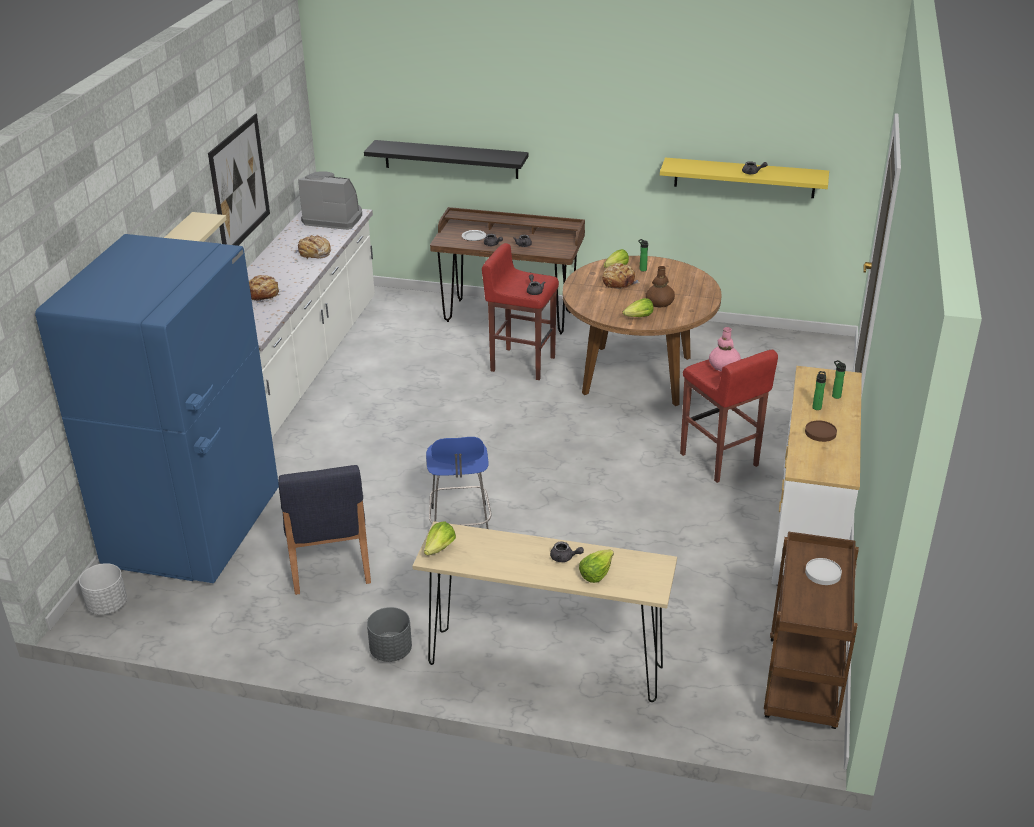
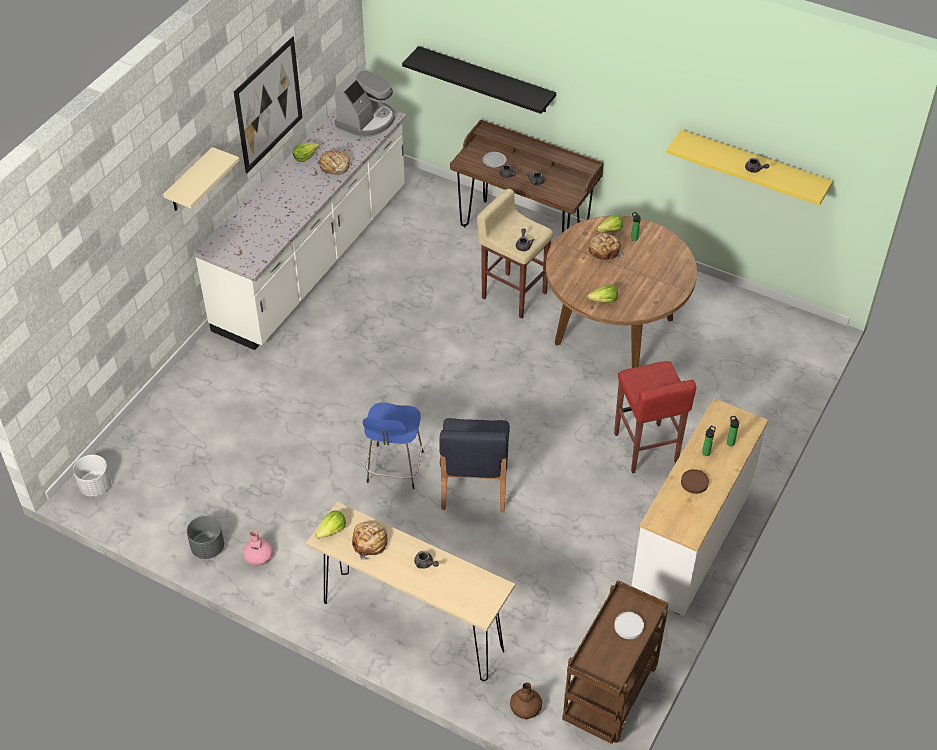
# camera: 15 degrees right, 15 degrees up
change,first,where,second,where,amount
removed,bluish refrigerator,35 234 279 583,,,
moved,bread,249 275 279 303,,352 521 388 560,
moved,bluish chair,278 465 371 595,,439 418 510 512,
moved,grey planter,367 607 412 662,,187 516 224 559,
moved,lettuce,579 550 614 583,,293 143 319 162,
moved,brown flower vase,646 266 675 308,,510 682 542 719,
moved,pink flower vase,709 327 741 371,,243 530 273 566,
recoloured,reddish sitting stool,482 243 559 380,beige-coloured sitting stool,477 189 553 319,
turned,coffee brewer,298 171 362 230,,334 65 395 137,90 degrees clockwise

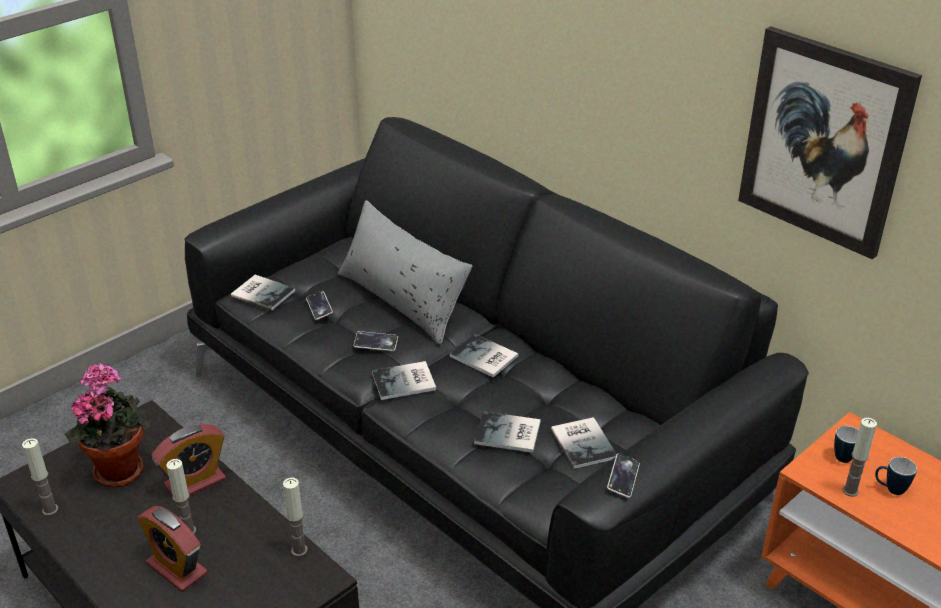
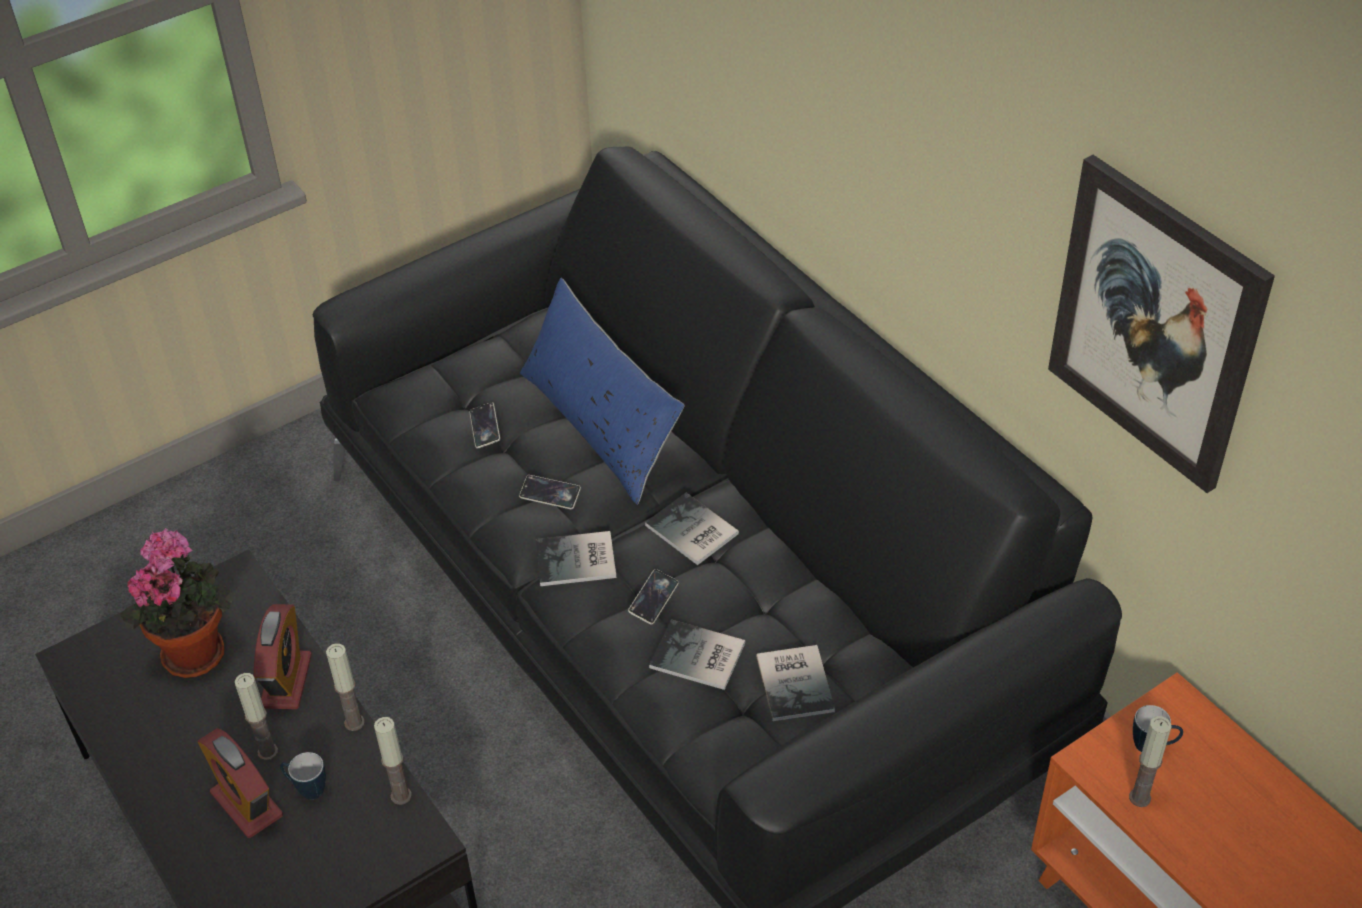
# camera: 10 degrees right, 10 degrees up
change,first,where,second,where,amount
removed,book,231 275 295 311,,,
moved,candle,22 438 58 516,,326 643 365 731,
moved,handset,607 453 640 498,,628 569 679 625,
moved,tea mug,875 457 917 495,,280 752 326 800,
recoloured,grey cushion,338 200 472 345,bluish cushion,520 278 685 505,
turned,bedside clock,152 424 226 496,,254 604 312 709,60 degrees counterclockwise

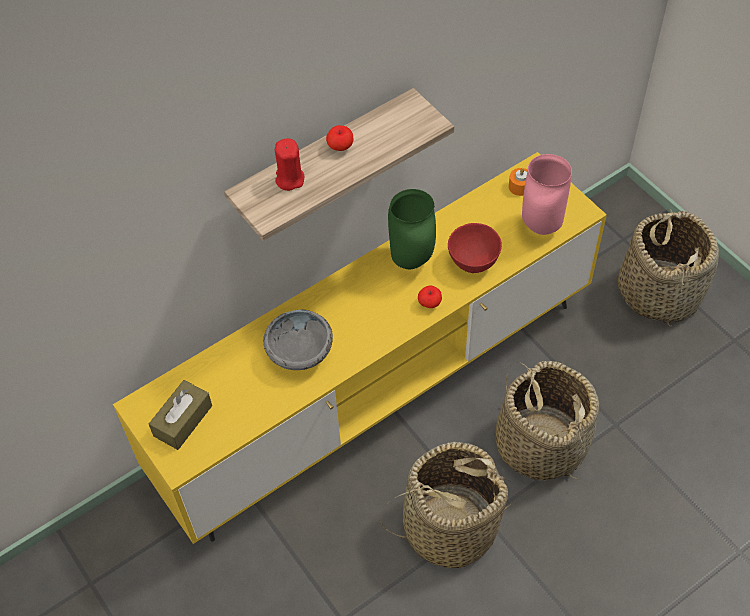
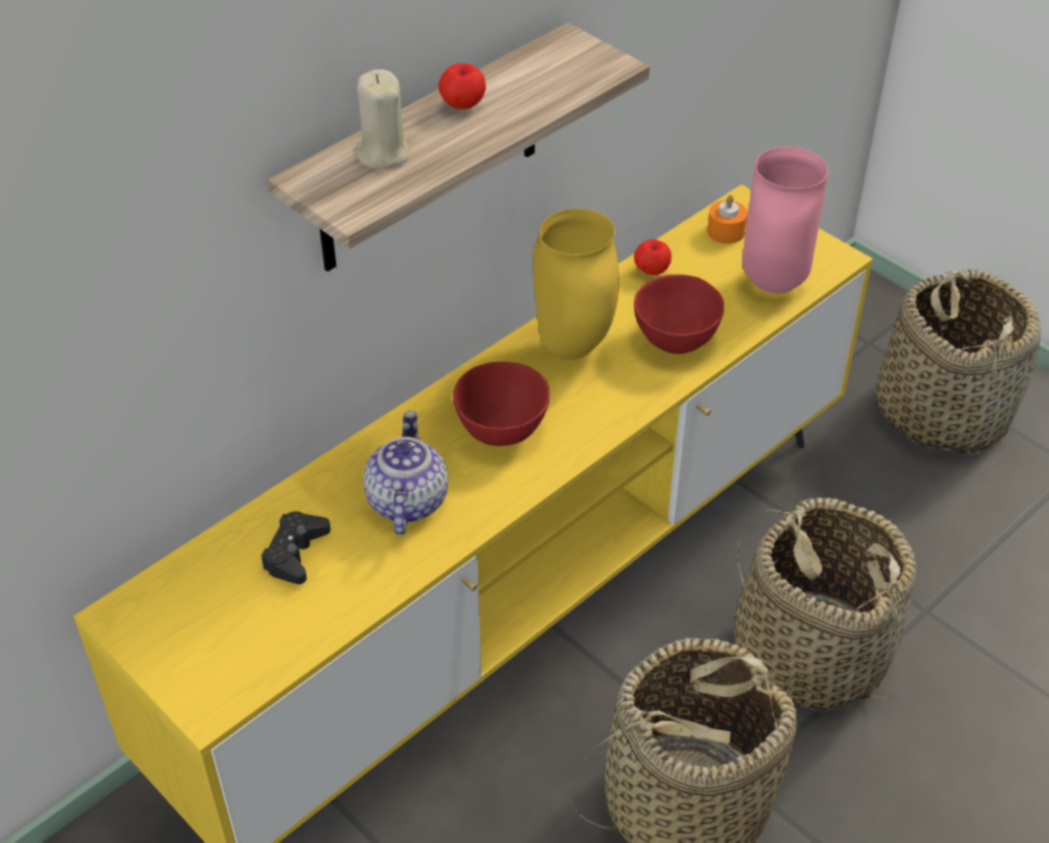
# camera: 10 degrees left, 10 degrees down
change,first,where,second,where,amount
removed,brown tissue holder,149 380 212 450,,,
added,,,black-coloured game controller,261 511 331 584,
added,,,reddish serving bowl,453 362 550 446,
moved,apple fruit,418 286 442 308,,634 239 672 275,
replaced,grey serving bowl,263 310 333 370,teapot,363 410 448 535,
recoloured,reddish candle,275 138 304 191,beige-coloured candle,357 69 409 169,
recoloured,green flower vase,388 189 436 269,yellowish flower vase,533 209 619 360,

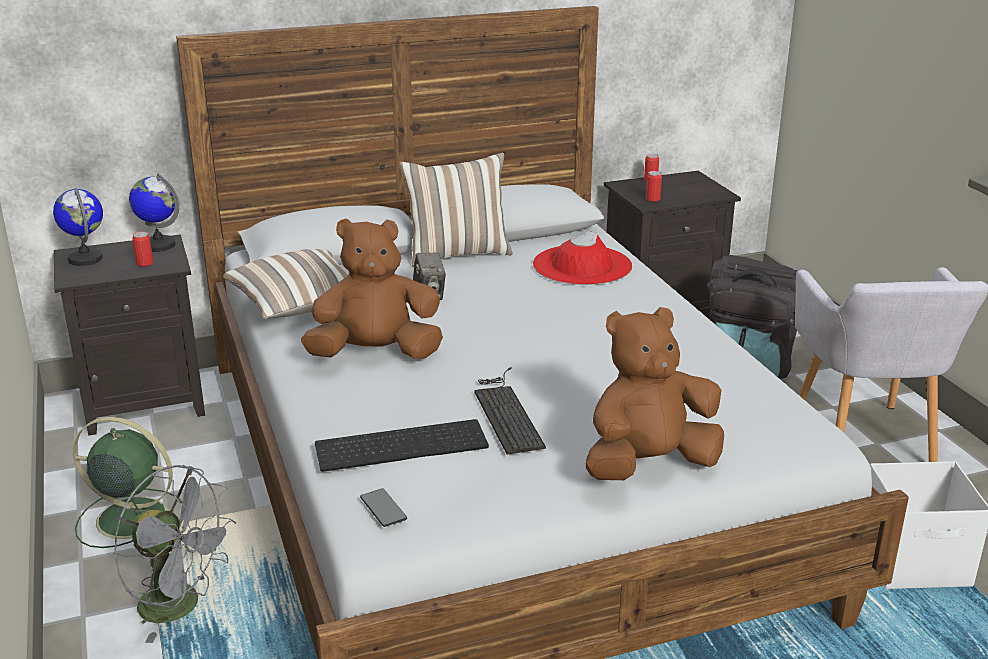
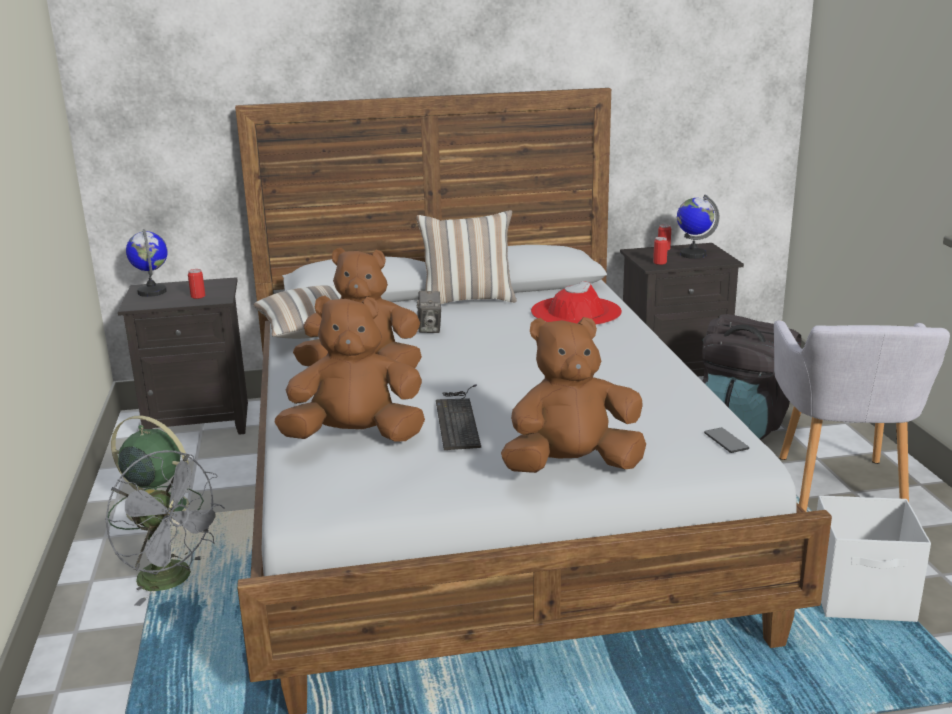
# camera: 10 degrees right, 5 degrees down
change,first,where,second,where,amount
moved,desk globe,129 174 179 252,,677 194 719 259,
moved,handset,360 488 407 527,,704 428 749 453,
replaced,PC keyboard,315 419 489 472,brown cuddly toy,275 295 425 442,

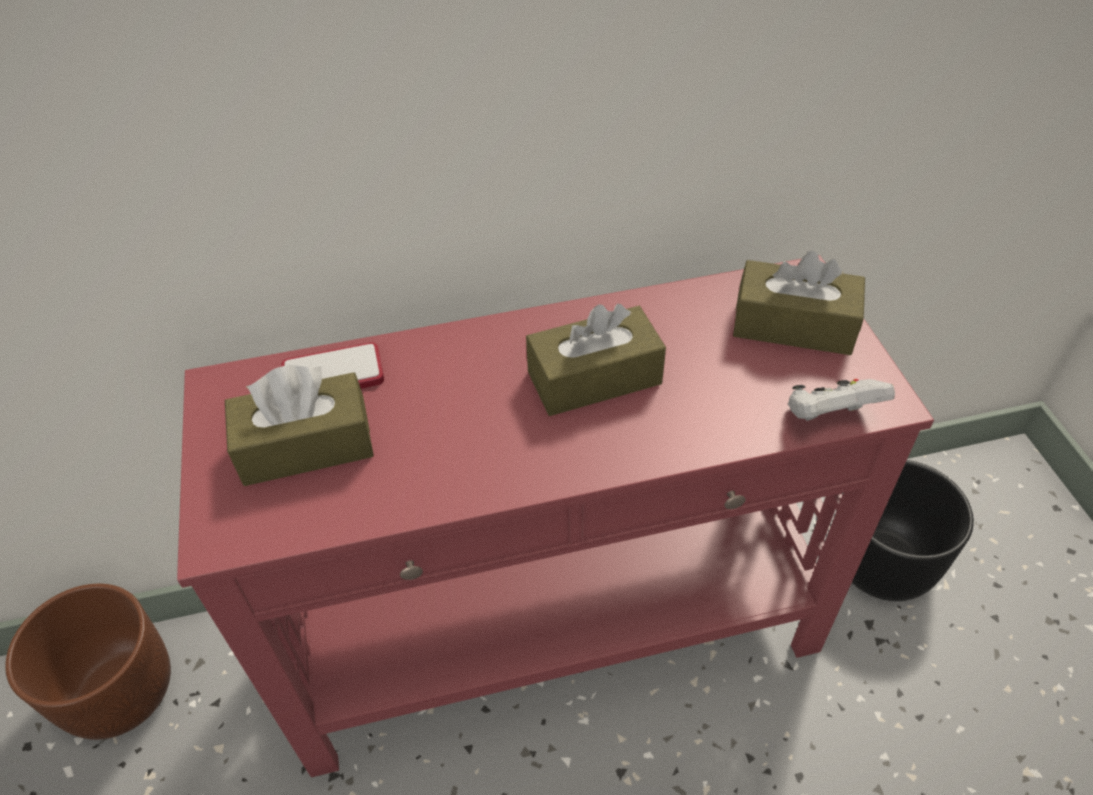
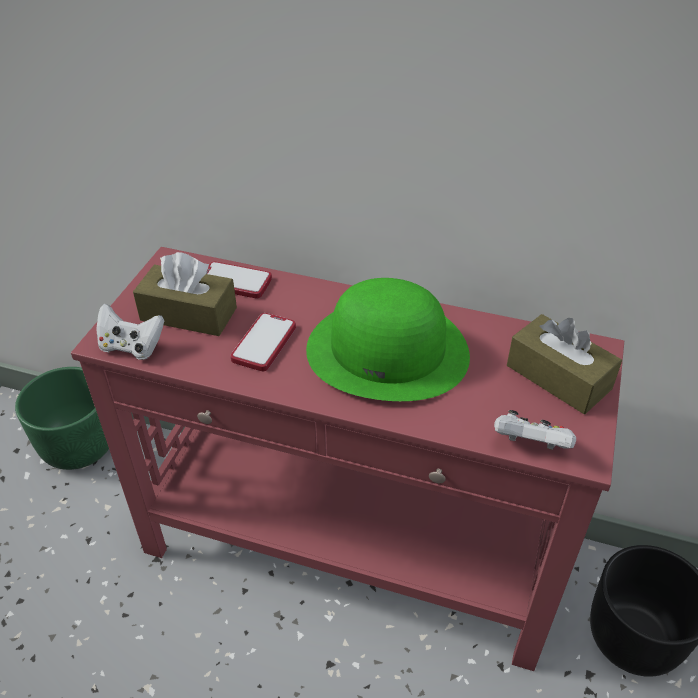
# camera: 30 degrees right, 5 degrees down
change,first,where,second,where,amount
added,,,whitish game controller,96 304 164 360,
added,,,handset,230 313 296 371,
replaced,brown tissue holder,526 304 666 416,green wearable hat,306 278 470 401,
recoloured,brown planter,5 584 171 740,green planter,15 367 109 470,

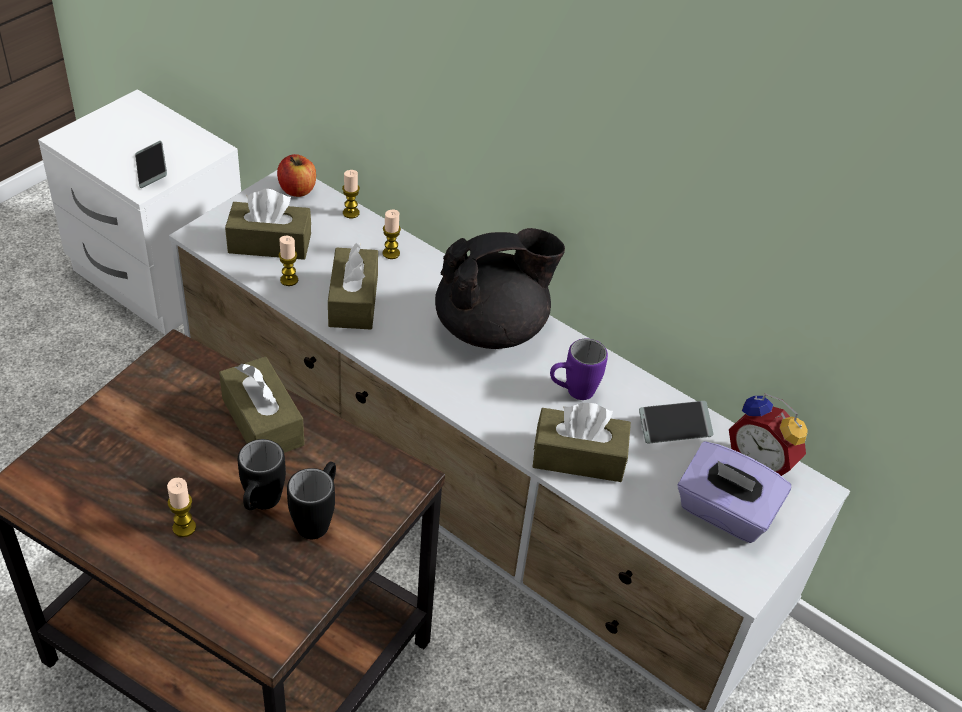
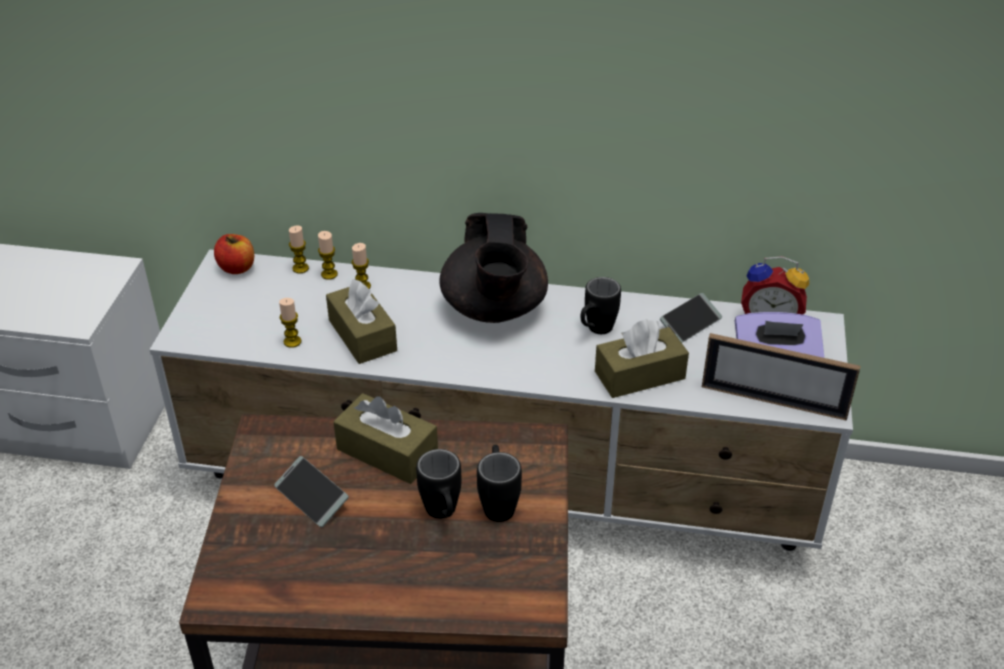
# camera: 25 degrees left, 5 degrees down
change,first,where,second,where,amount
removed,brown tissue holder,225 189 311 260,,,
added,,,standing frame,702 333 860 421,
moved,handset,135 141 167 188,,274 456 349 527,
moved,candle,167 478 196 537,,318 231 338 280,
recoloured,purplish tea mug,550 339 608 400,black-coloured tea mug,581 277 621 334,
turned,black-coloured teapot,435 228 565 349,,439 213 548 323,135 degrees clockwise

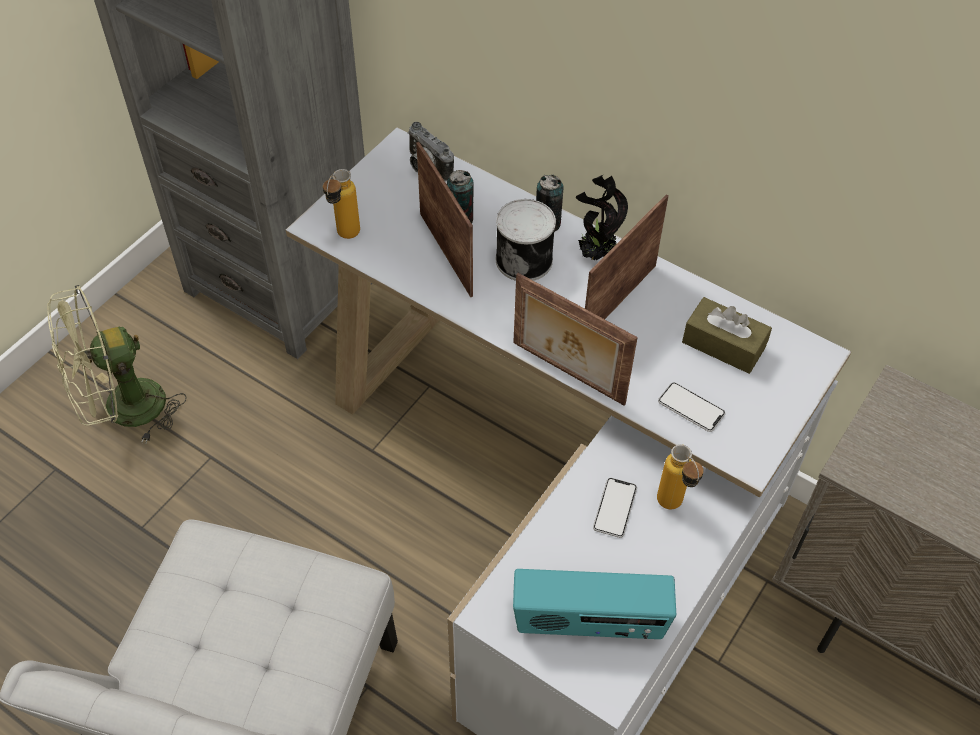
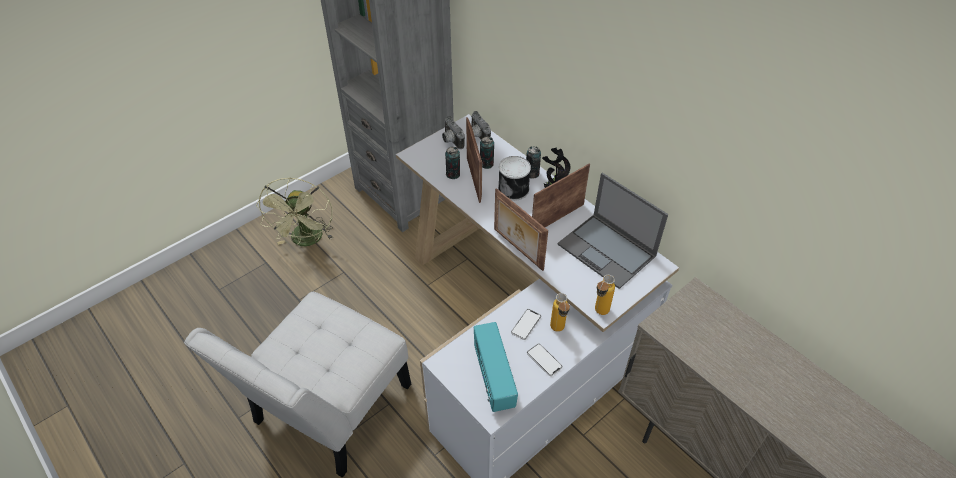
# camera: 15 degrees right, 5 degrees down
change,first,where,second,where,amount
added,,,photo camera,442 116 465 149,
added,,,can,445 147 460 179,
moved,bottle,323 169 360 239,,595 275 615 315,
moved,handset,658 382 725 432,,527 344 563 376,
replaced,brown tissue holder,682 297 772 374,portable computer,558 173 668 289,
turned,green electric fan,47 285 187 444,,256 177 333 246,75 degrees counterclockwise
turned,radio receiver,513 569 676 639,,474 322 518 412,60 degrees clockwise

